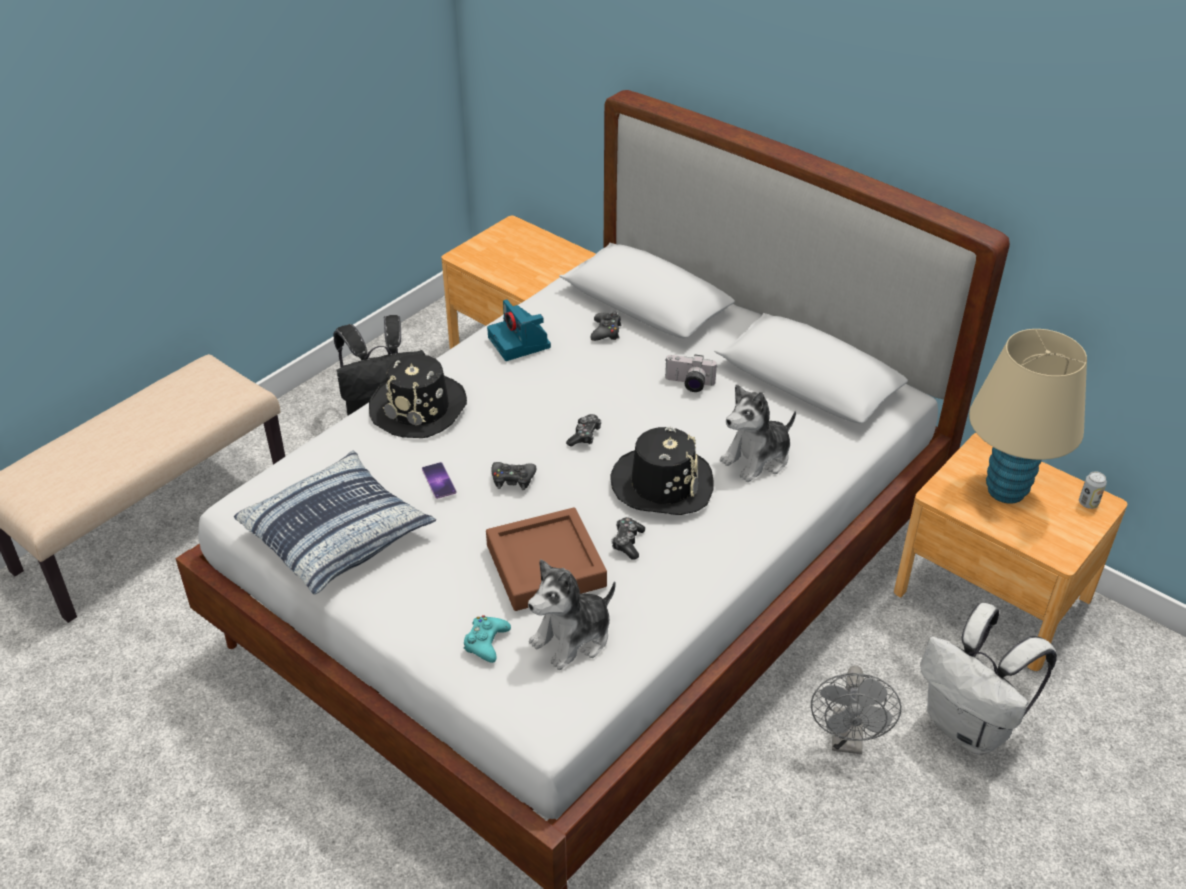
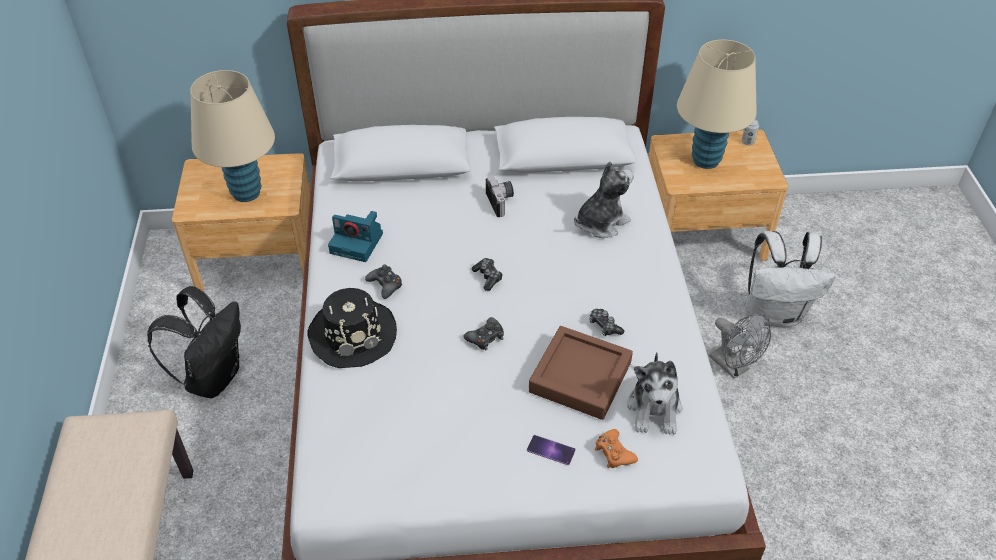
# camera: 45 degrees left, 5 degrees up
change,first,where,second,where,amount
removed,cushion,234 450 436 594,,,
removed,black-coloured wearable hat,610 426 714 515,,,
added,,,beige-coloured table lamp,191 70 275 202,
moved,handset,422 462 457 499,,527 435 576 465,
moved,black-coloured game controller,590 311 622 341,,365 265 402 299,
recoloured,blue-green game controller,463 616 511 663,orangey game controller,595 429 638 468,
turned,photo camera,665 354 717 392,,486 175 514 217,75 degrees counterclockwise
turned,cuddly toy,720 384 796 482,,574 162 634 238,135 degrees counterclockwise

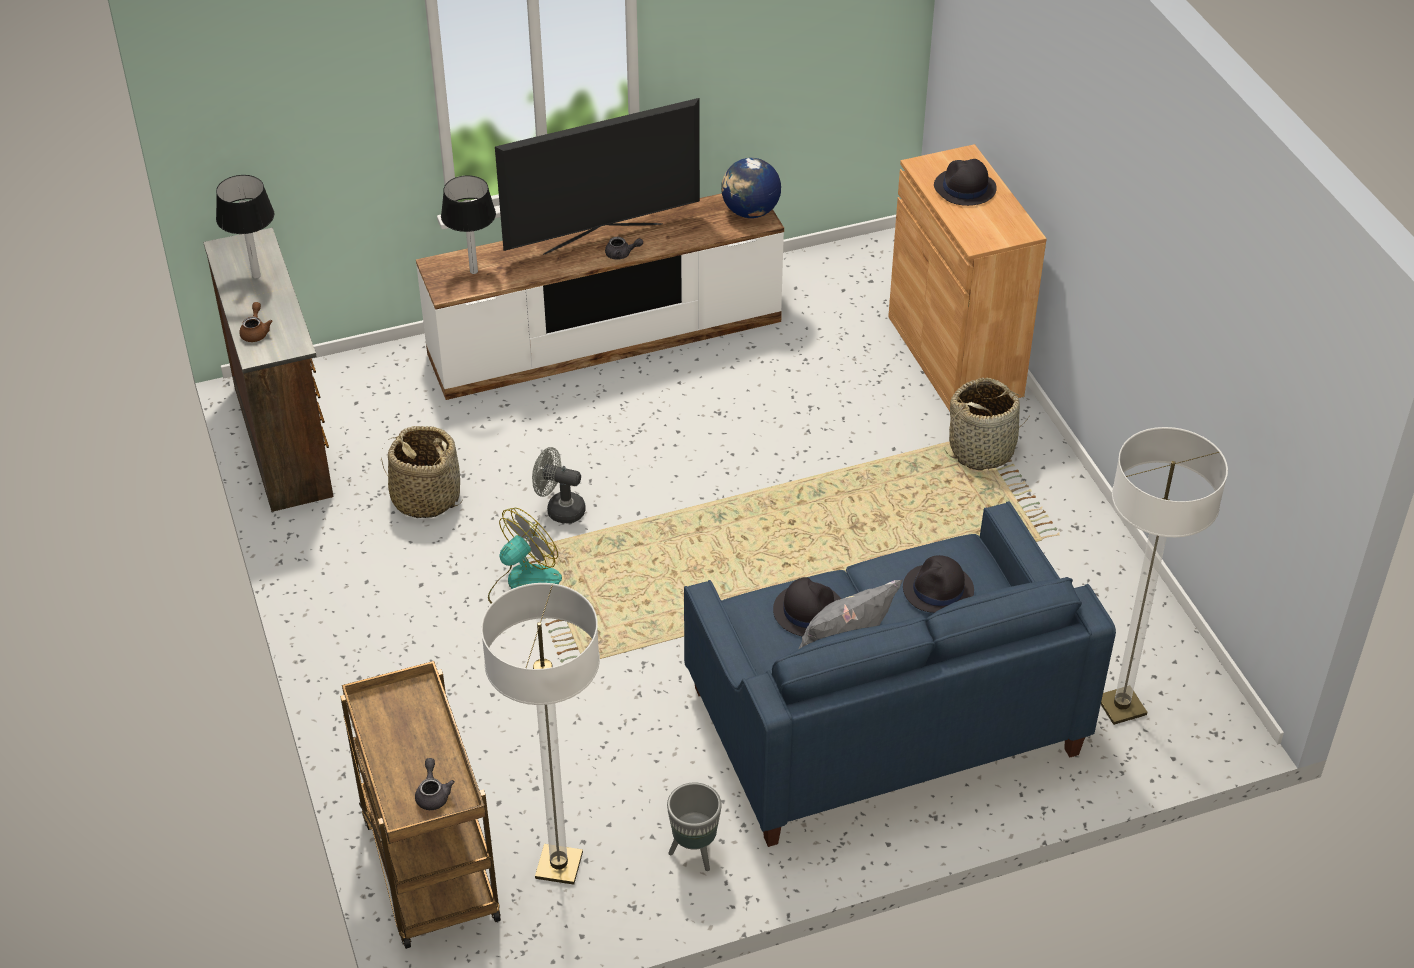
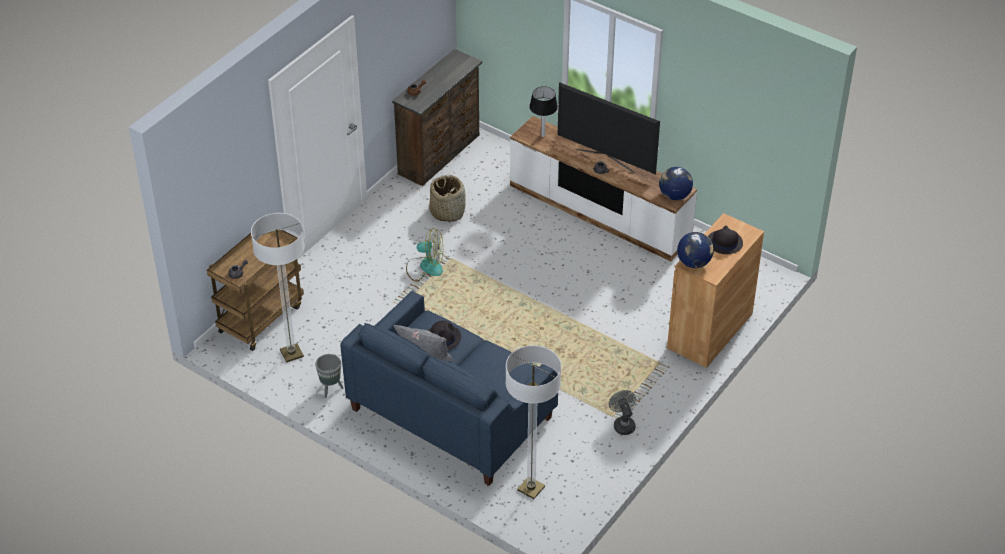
# camera: 55 degrees right, 0 degrees up
change,first,where,second,where,amount
removed,table lamp,216 175 274 279,,,
removed,black-coloured wearable hat,903 555 974 613,,,
removed,storage basket,945 378 1030 470,,,
added,,,desk globe,677 232 714 268,
moved,grey electric fan,532 447 586 523,,609 390 636 435,

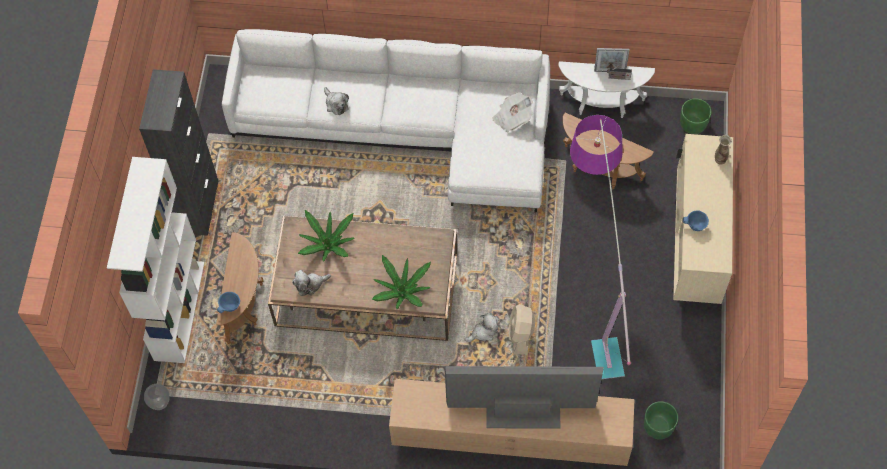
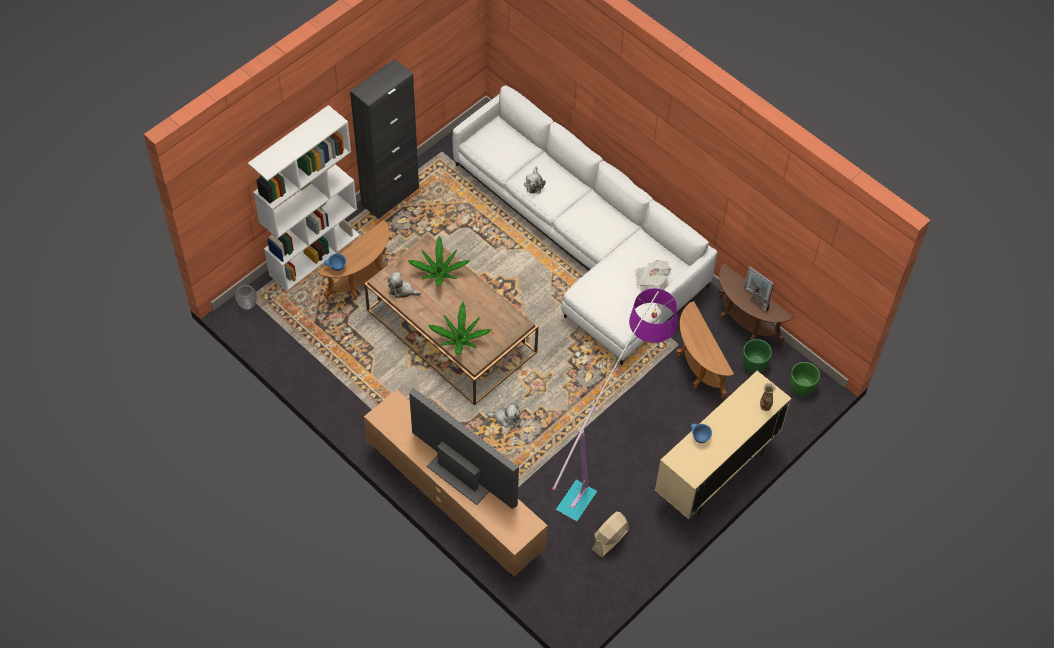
# camera: 35 degrees right, 5 degrees down
change,first,where,second,where,amount
moved,beige-coloured electric fan,509 304 535 355,,592 511 629 558,
moved,green planter,644 401 678 440,,742 339 772 373,
recoloured,whitish accent table,559 61 655 118,brown accent table,719 263 793 344,

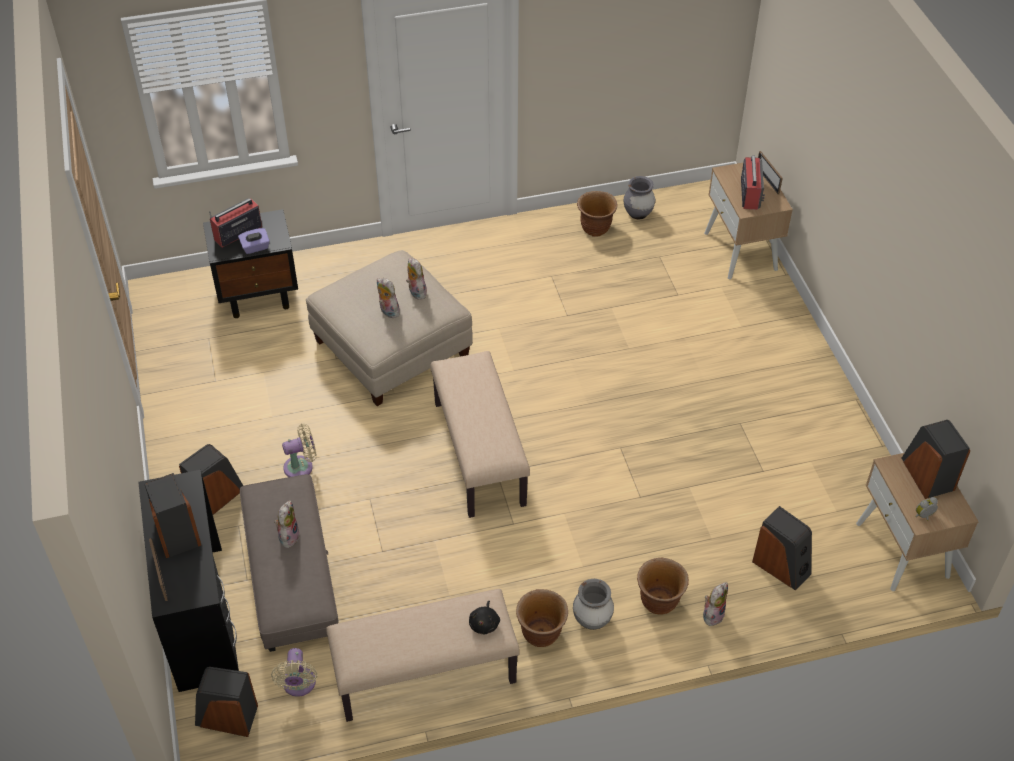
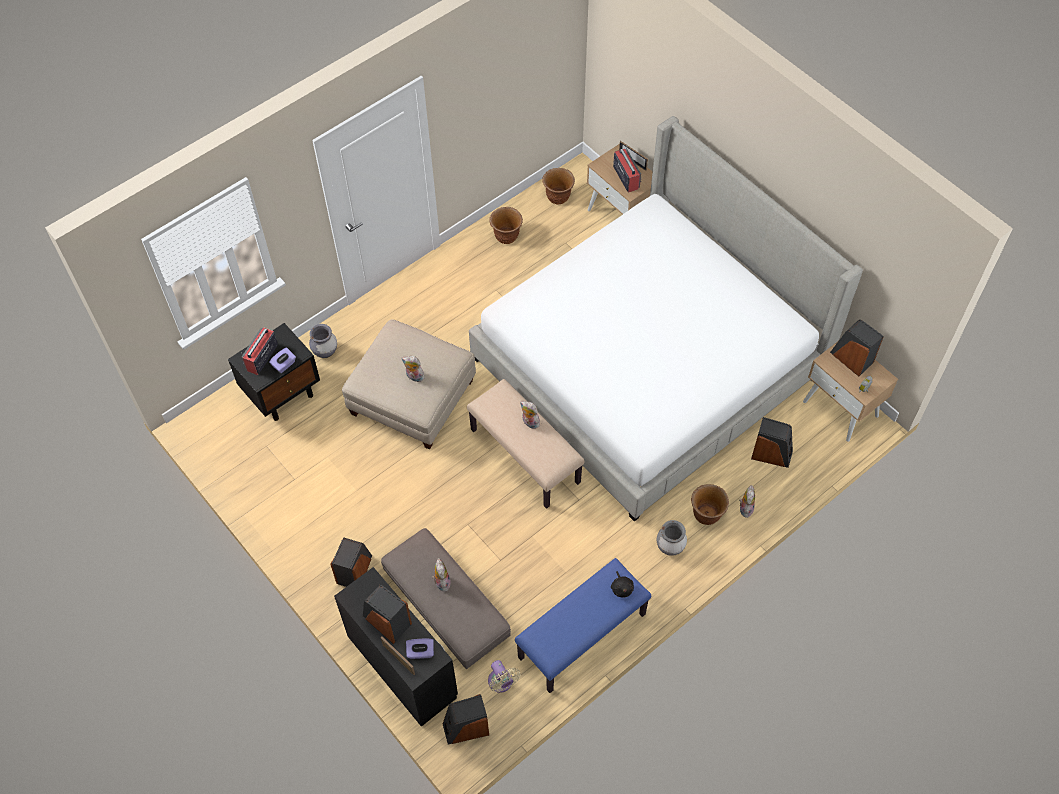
# camera: 25 degrees left, 10 degrees up
change,first,where,second,where,amount
removed,beige-coloured electric fan,282 424 317 477,,,
added,,,purplish tissue holder,406 639 434 659,
added,,,bed,469 116 863 522,
moved,cuddly toy,406 258 427 299,,520 401 540 429,
moved,brown planter,516 589 568 647,,542 168 575 205,
moved,grey flower vase,624 176 655 219,,309 324 337 358,
recoloured,beige-coloured indoor bench,326 589 520 722,bluish indoor bench,515 558 651 693,

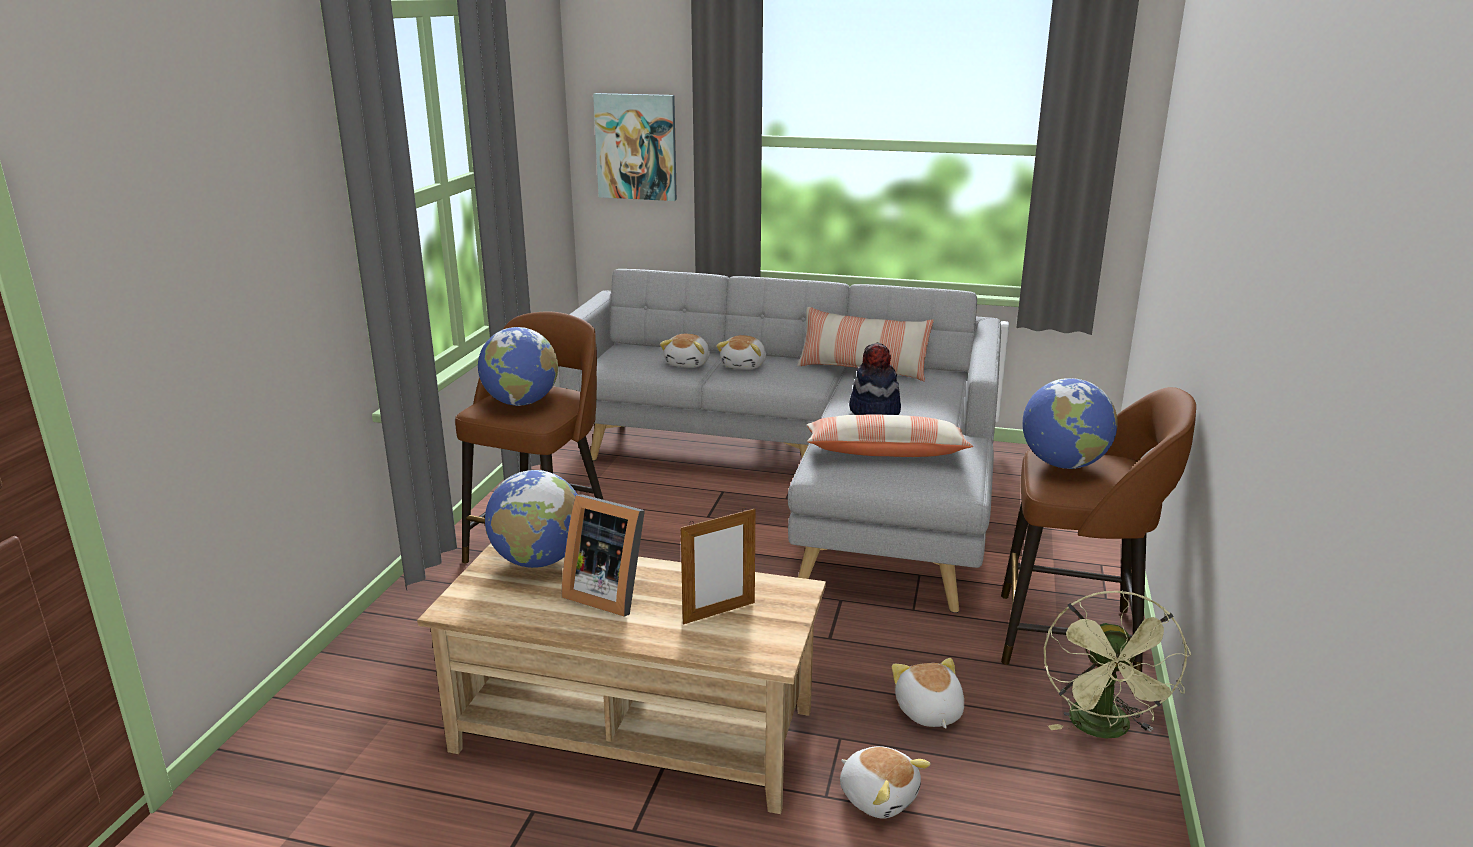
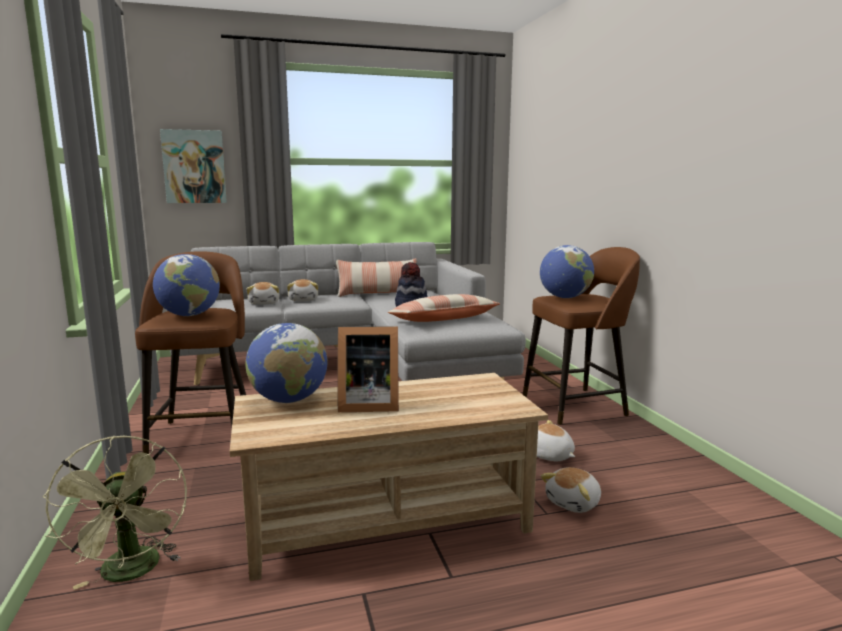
# camera: 30 degrees left, 10 degrees down
change,first,where,second,where,amount
removed,standing frame,681 507 755 625,,,
moved,green electric fan,1044 590 1191 738,,42 436 187 590,
turned,cuddly toy,840 746 931 819,,541 467 601 513,120 degrees clockwise

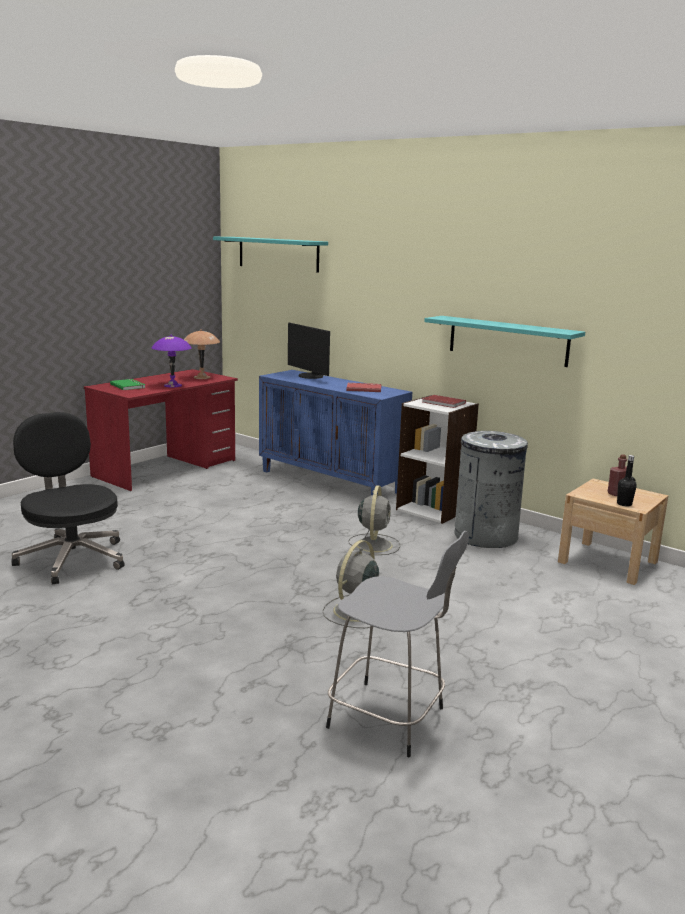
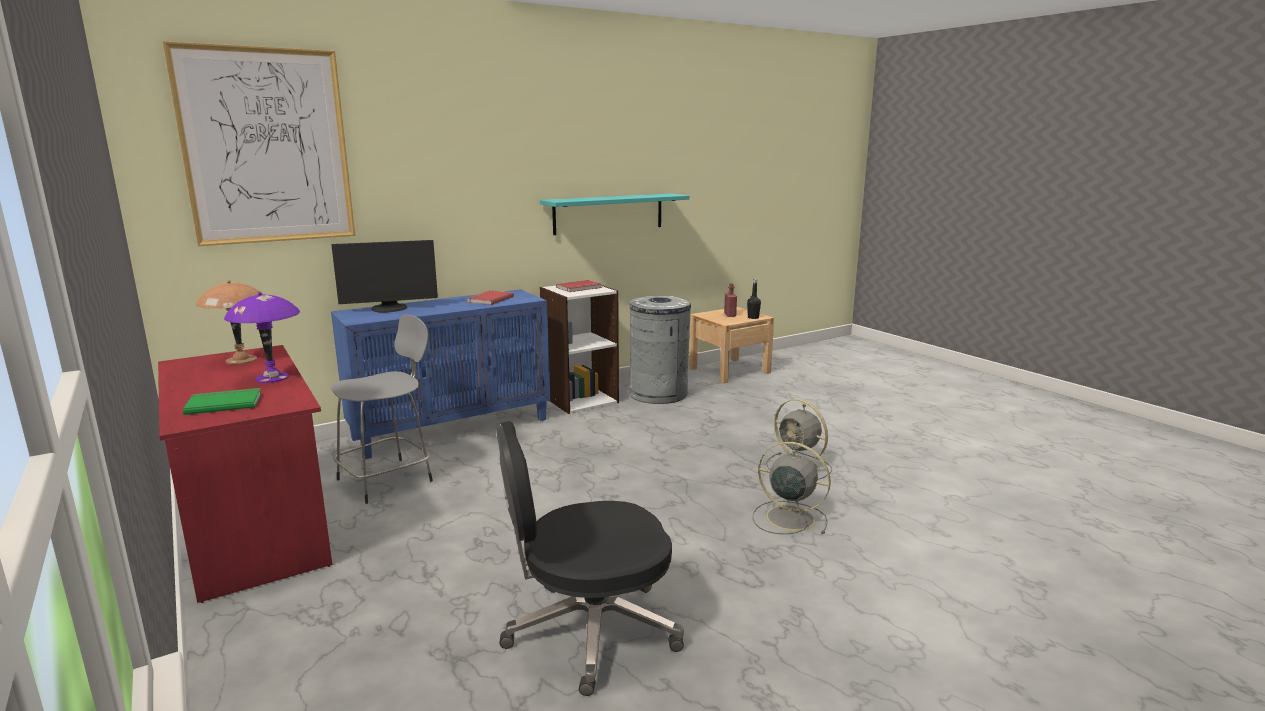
# camera: 70 degrees left, 0 degrees up
change,first,where,second,where,amount
moved,grey sitting stool,326 531 469 757,,331 315 433 504,
moved,grey electric fan,348 485 401 555,,753 442 831 534,
replaced,blue-green shelf,213 237 328 272,wall art,163 41 355 246,

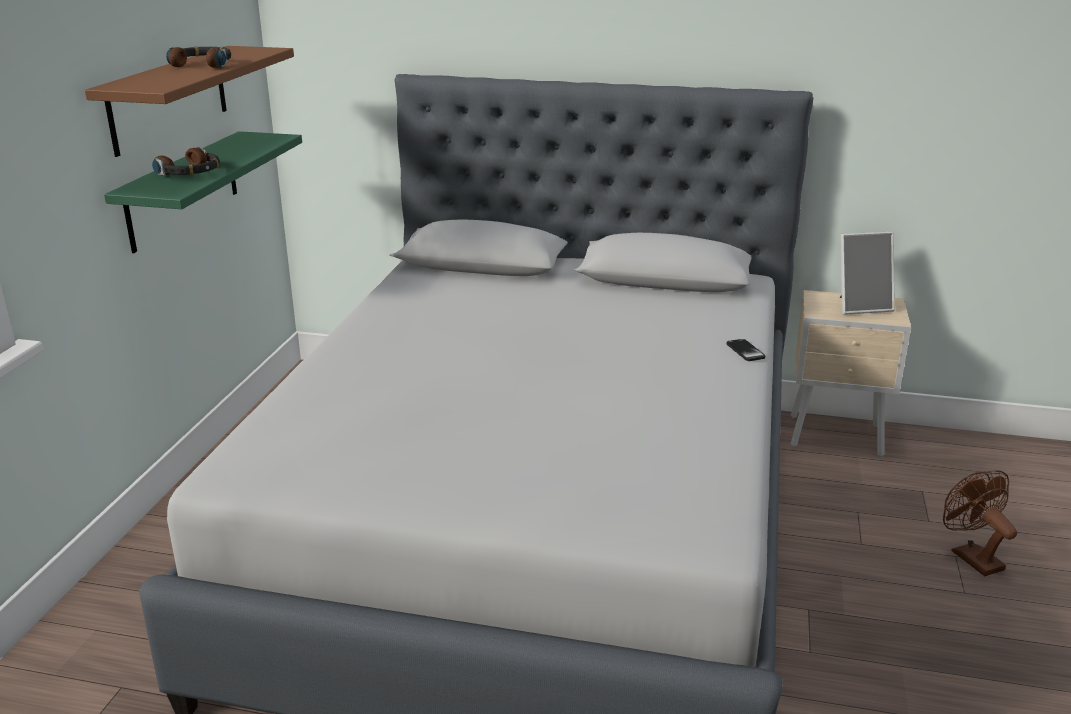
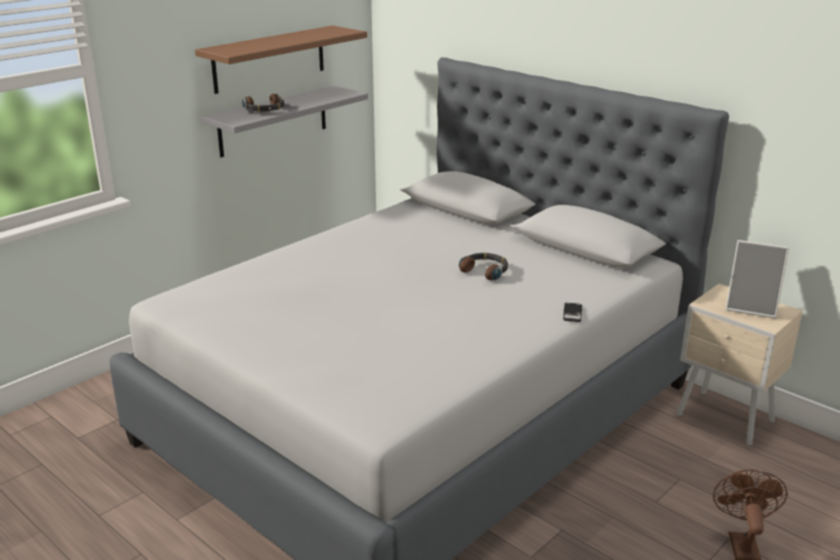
# camera: 30 degrees right, 0 degrees up
change,first,where,second,where,amount
moved,headset,166 46 231 68,,459 252 508 280,
recoloured,green shelf,104 131 302 253,grey shelf,201 85 368 157,

